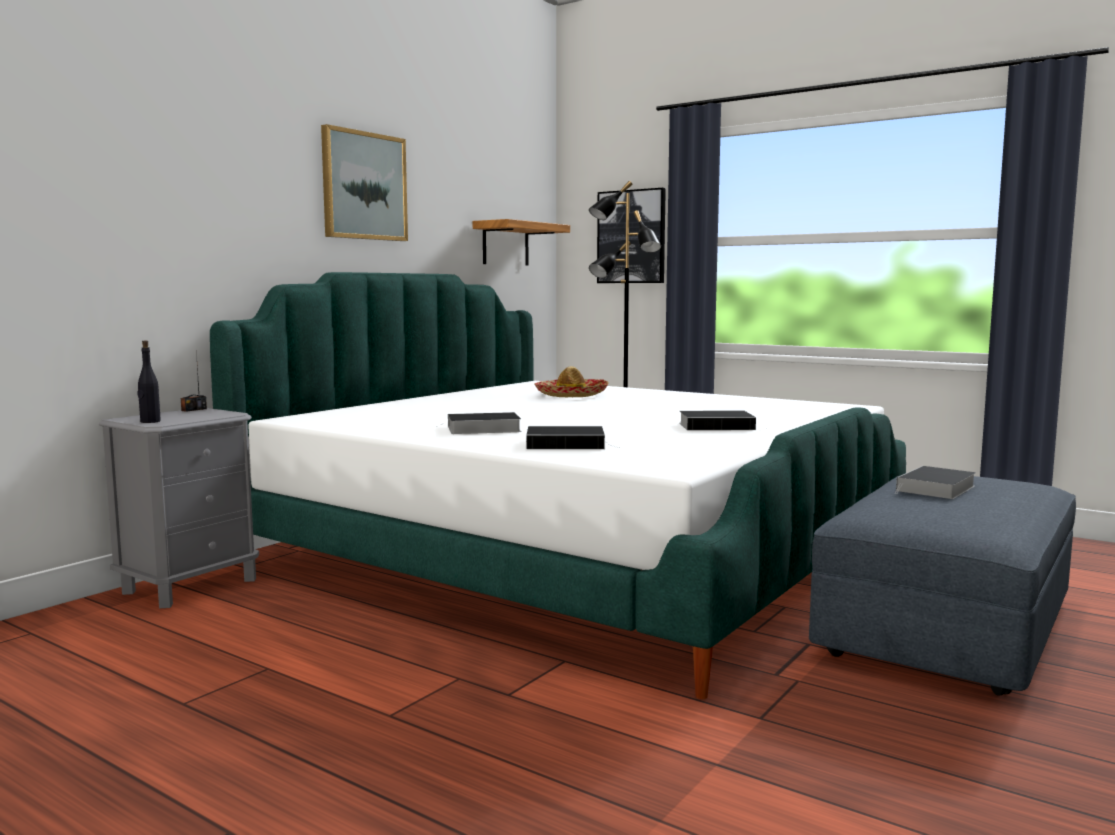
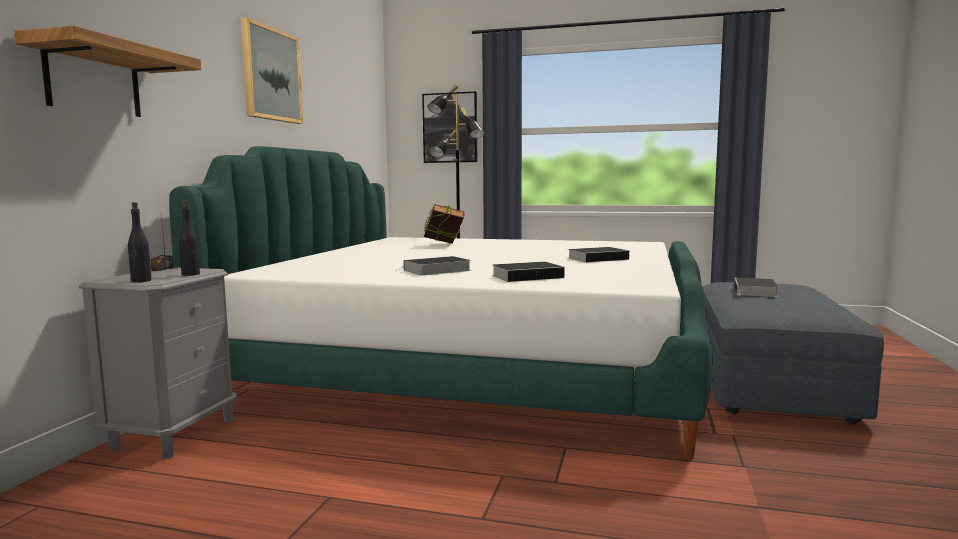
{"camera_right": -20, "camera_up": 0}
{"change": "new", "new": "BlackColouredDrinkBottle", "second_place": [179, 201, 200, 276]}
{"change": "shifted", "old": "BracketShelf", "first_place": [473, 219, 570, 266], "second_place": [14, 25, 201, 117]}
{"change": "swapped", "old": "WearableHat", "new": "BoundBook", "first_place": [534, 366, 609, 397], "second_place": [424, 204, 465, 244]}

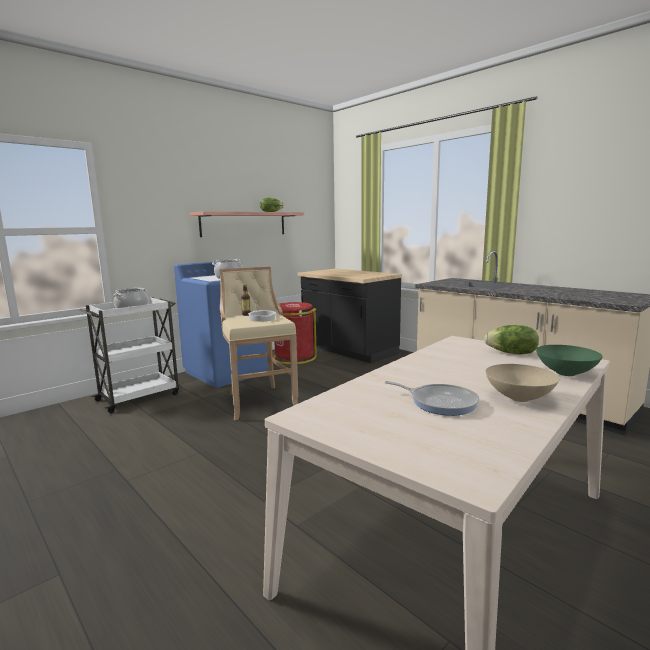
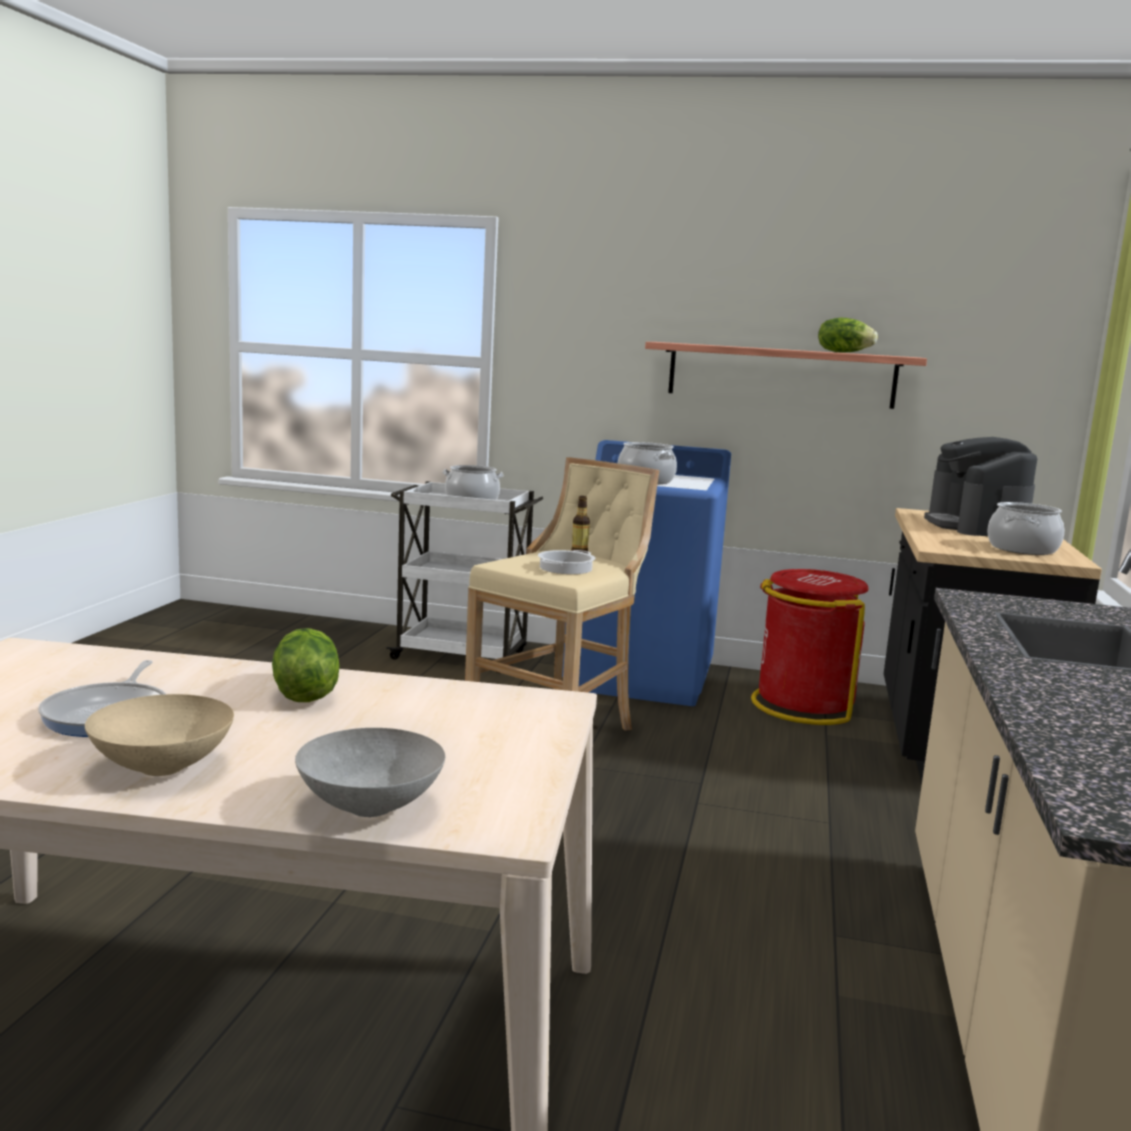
{"camera_right": 55, "camera_up": 0}
{"change": "new", "new": "CoffeeMaker", "second_place": [924, 437, 1037, 536]}
{"change": "new", "new": "Stockpot", "second_place": [987, 502, 1064, 555]}
{"change": "shifted", "old": "HeadOfLettuce", "first_place": [484, 325, 539, 355], "second_place": [272, 628, 340, 702]}
{"change": "repainted", "old": "GreenServingBowl", "new": "GreyishServingBowl", "first_place": [536, 345, 603, 376], "second_place": [295, 728, 445, 817]}

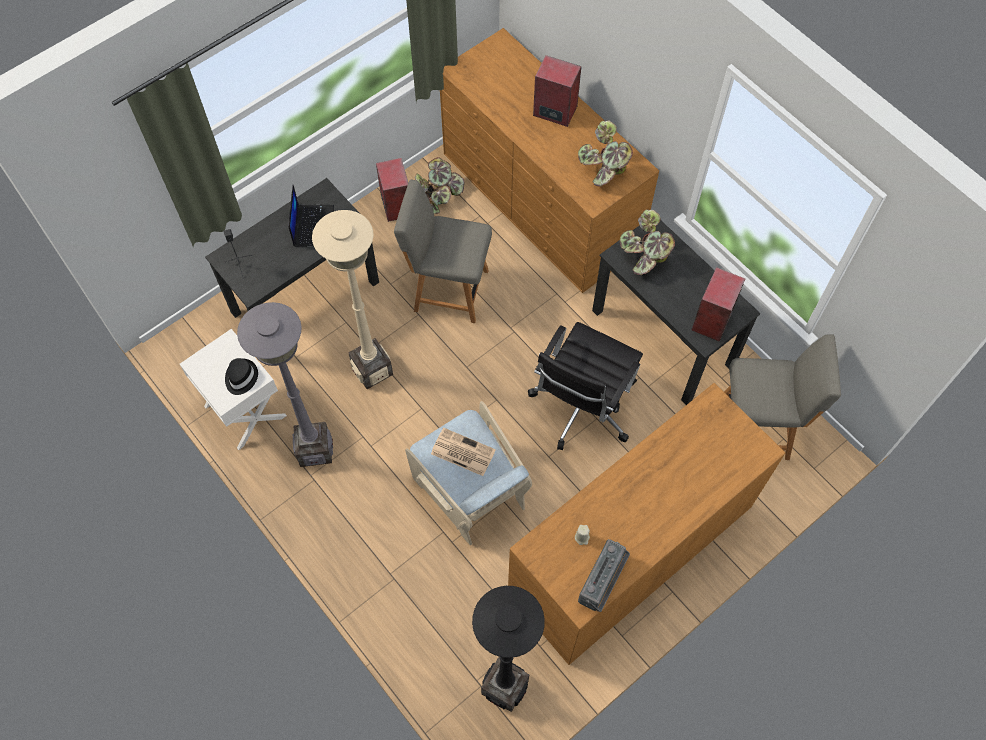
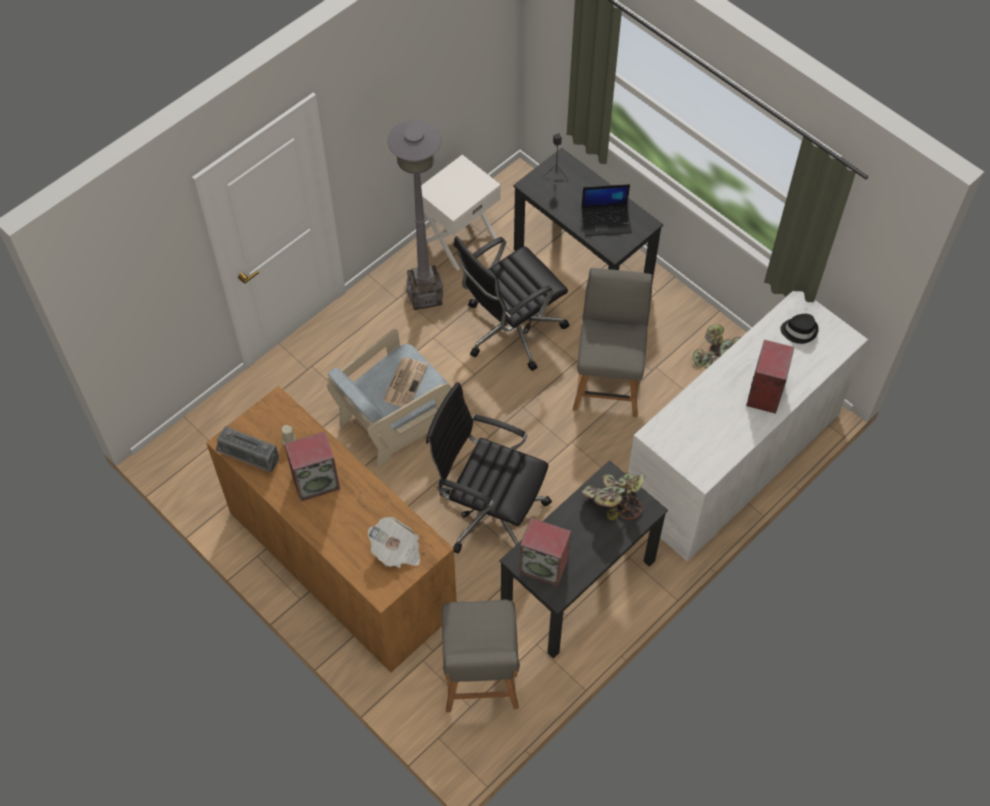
{"camera_right": 85, "camera_up": -5}
{"change": "gone", "old": "BlackColouredStandingLamp", "first_place": [472, 586, 545, 712]}
{"change": "gone", "old": "PottedPlant", "first_place": [578, 120, 633, 187]}
{"change": "new", "new": "PrintedPaper", "second_place": [368, 517, 420, 568]}
{"change": "shifted", "old": "BlackColouredWearableHat", "first_place": [225, 358, 258, 395], "second_place": [780, 314, 819, 344]}
{"change": "shifted", "old": "AudioSpeaker", "first_place": [376, 158, 408, 222], "second_place": [284, 431, 340, 501]}
{"change": "swapped", "old": "BeigeColouredStandingLamp", "new": "BlackColouredDeskChair", "first_place": [312, 210, 393, 389], "second_place": [454, 236, 569, 371]}
{"change": "repainted", "old": "BrownishChestOfDrawers", "new": "WhitishChestOfDrawers", "first_place": [440, 28, 659, 293], "second_place": [627, 291, 868, 561]}

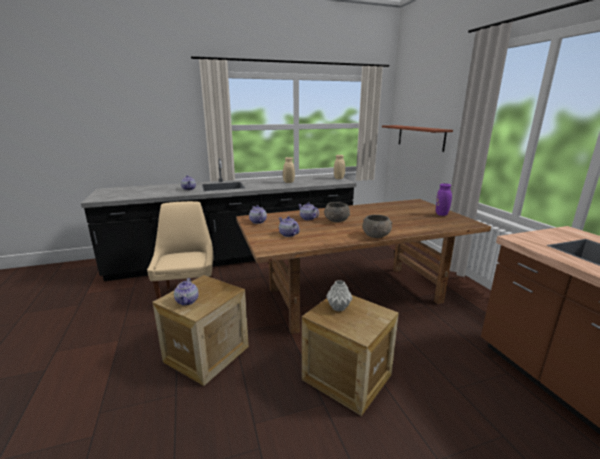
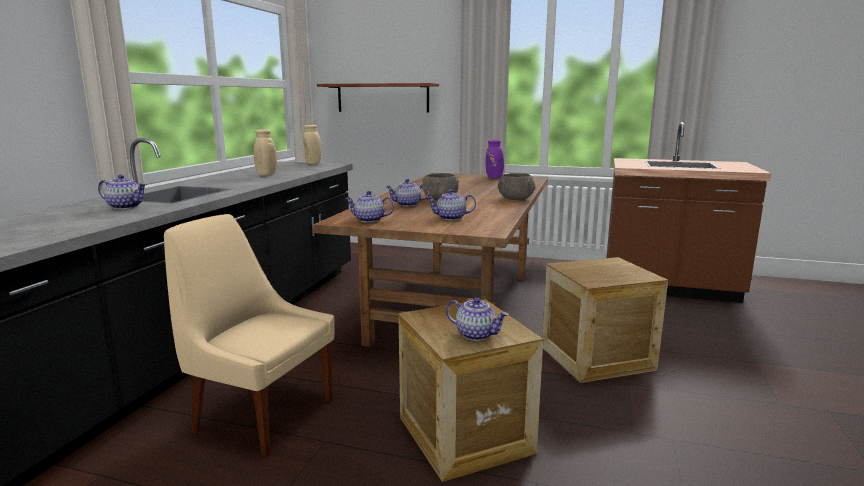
{"camera_right": -55, "camera_up": -5}
{"change": "gone", "old": "GreyishFlowerVase", "first_place": [326, 280, 353, 312]}

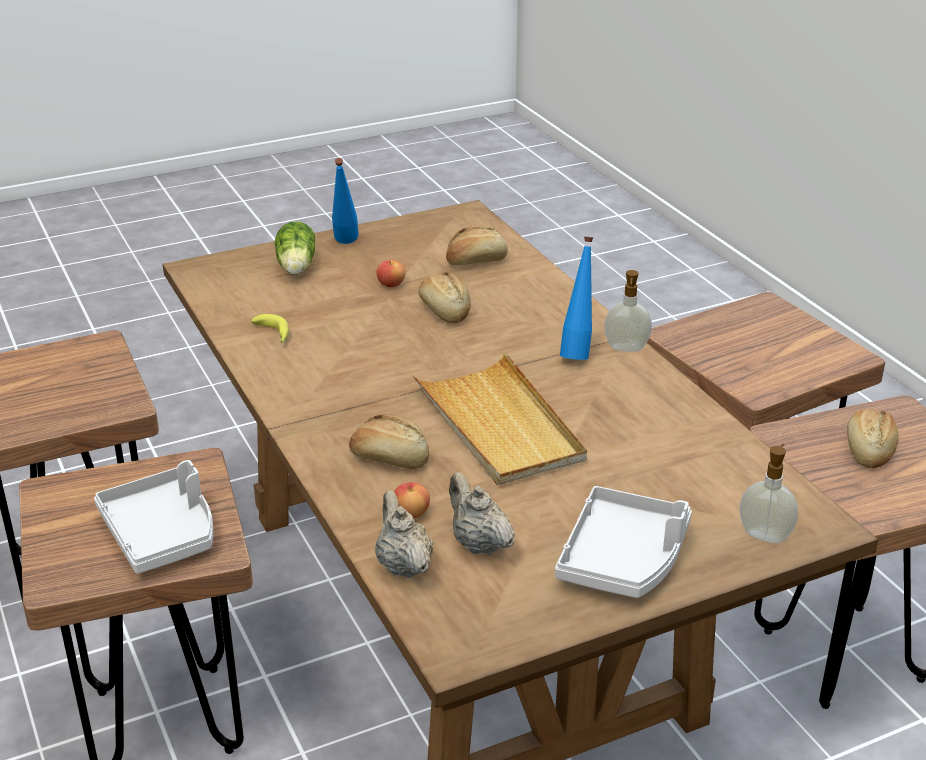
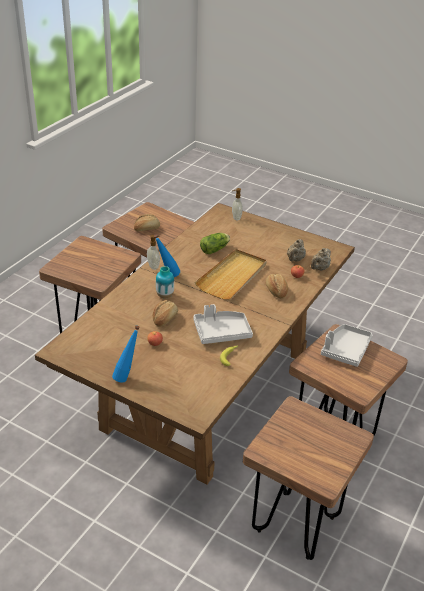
{"camera_right": -125, "camera_up": 5}
{"change": "gone", "old": "BakedBread", "first_place": [446, 225, 508, 266]}
{"change": "new", "new": "FlowerVase", "second_place": [156, 266, 174, 298]}
{"change": "shifted", "old": "HeadOfLettuce", "first_place": [275, 222, 315, 275], "second_place": [200, 233, 230, 254]}
{"change": "shifted", "old": "GreyishCarryingTray", "first_place": [555, 486, 692, 598], "second_place": [193, 304, 253, 344]}

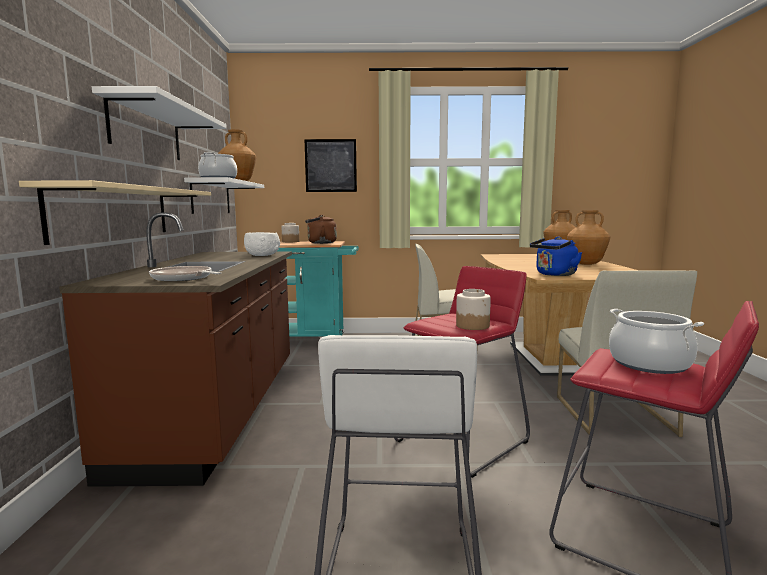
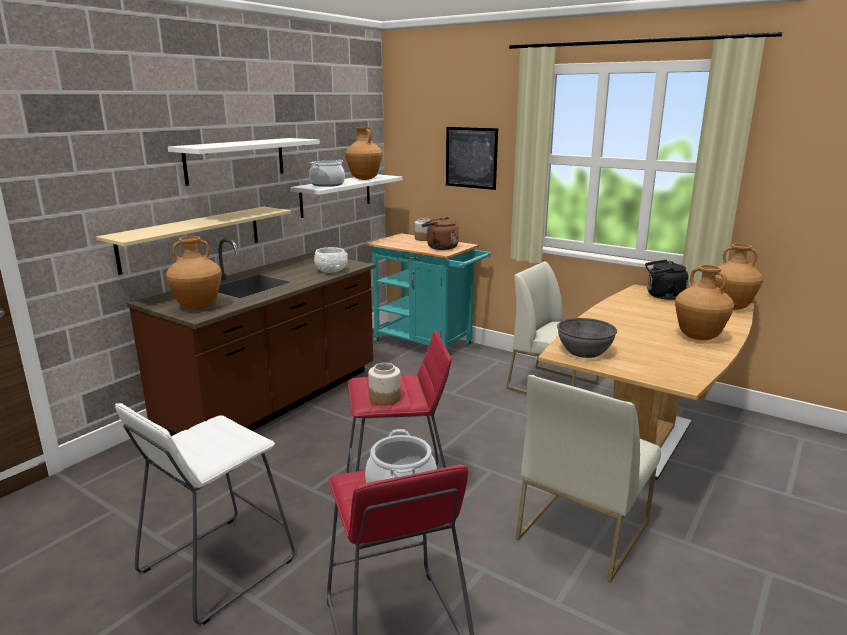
{"camera_right": 35, "camera_up": 10}
{"change": "new", "new": "BlackColouredWaterKettle", "second_place": [645, 260, 688, 300]}
{"change": "swapped", "old": "Skillet", "new": "BrownishFlowerVase", "first_place": [149, 266, 221, 281], "second_place": [166, 236, 222, 310]}
{"change": "swapped", "old": "BlueWaterKettle", "new": "GreyishServingBowl", "first_place": [530, 237, 582, 276], "second_place": [557, 318, 617, 358]}

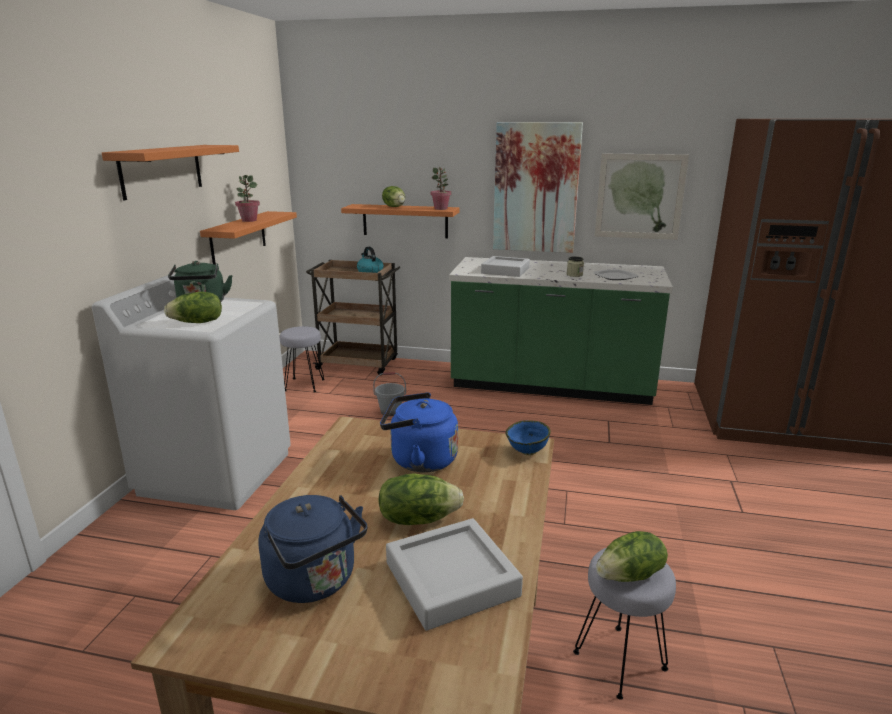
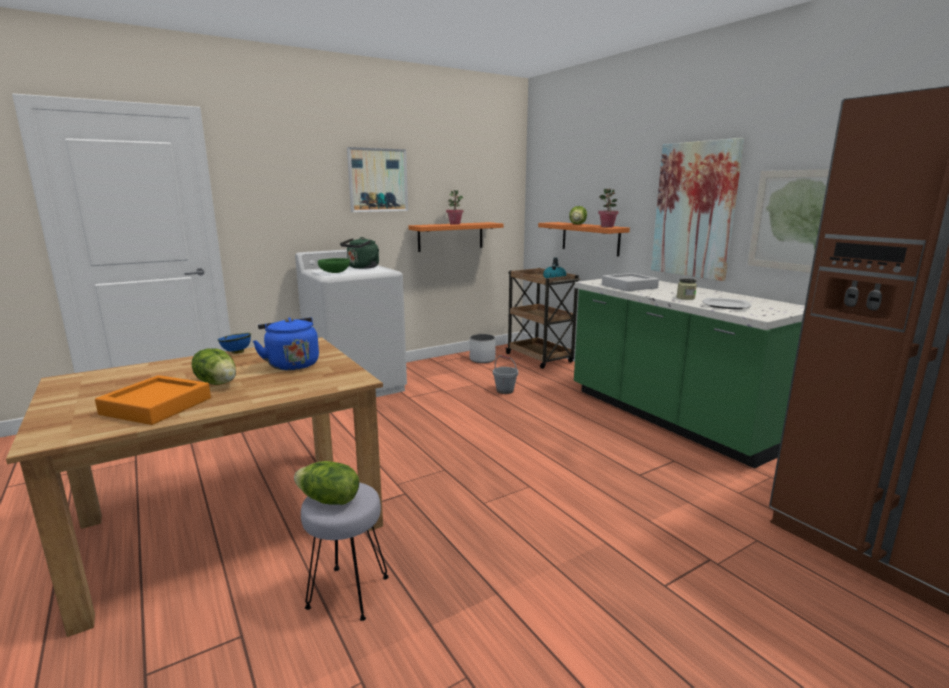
{"camera_right": 45, "camera_up": -5}
{"change": "gone", "old": "BlueWaterKettle", "first_place": [258, 495, 368, 603]}
{"change": "shifted", "old": "BlueServingBowl", "first_place": [506, 420, 551, 455], "second_place": [218, 333, 251, 354]}
{"change": "swapped", "old": "OrangeColouredBracketShelf", "new": "Picture", "first_place": [102, 145, 239, 200], "second_place": [347, 147, 408, 212]}
{"change": "swapped", "old": "HeadOfLettuce", "new": "GreenServingBowl", "first_place": [164, 291, 222, 323], "second_place": [318, 258, 350, 273]}
{"change": "swapped", "old": "GreyishSittingStool", "new": "WhitishFlowerPot", "first_place": [280, 326, 325, 392], "second_place": [470, 334, 496, 363]}
{"change": "repainted", "old": "GreyishCarryingTray", "new": "OrangeColouredCarryingTray", "first_place": [386, 518, 523, 631], "second_place": [95, 375, 211, 425]}

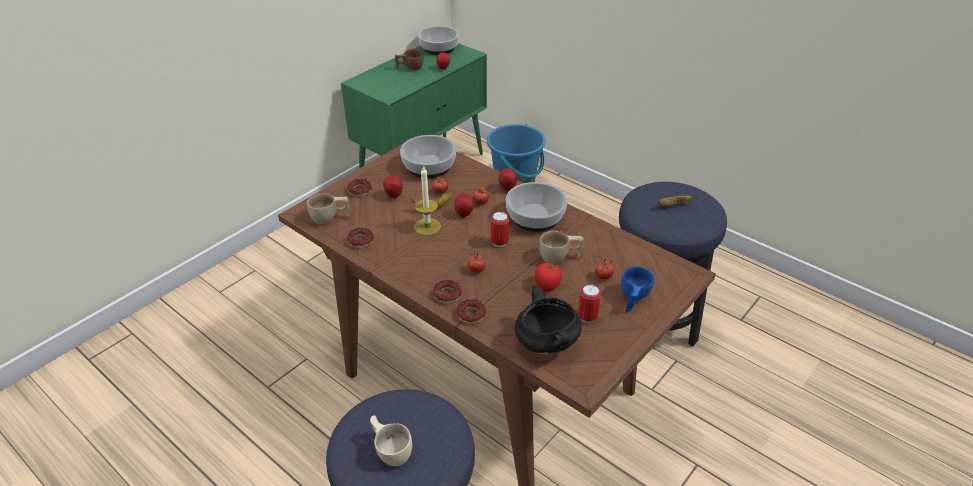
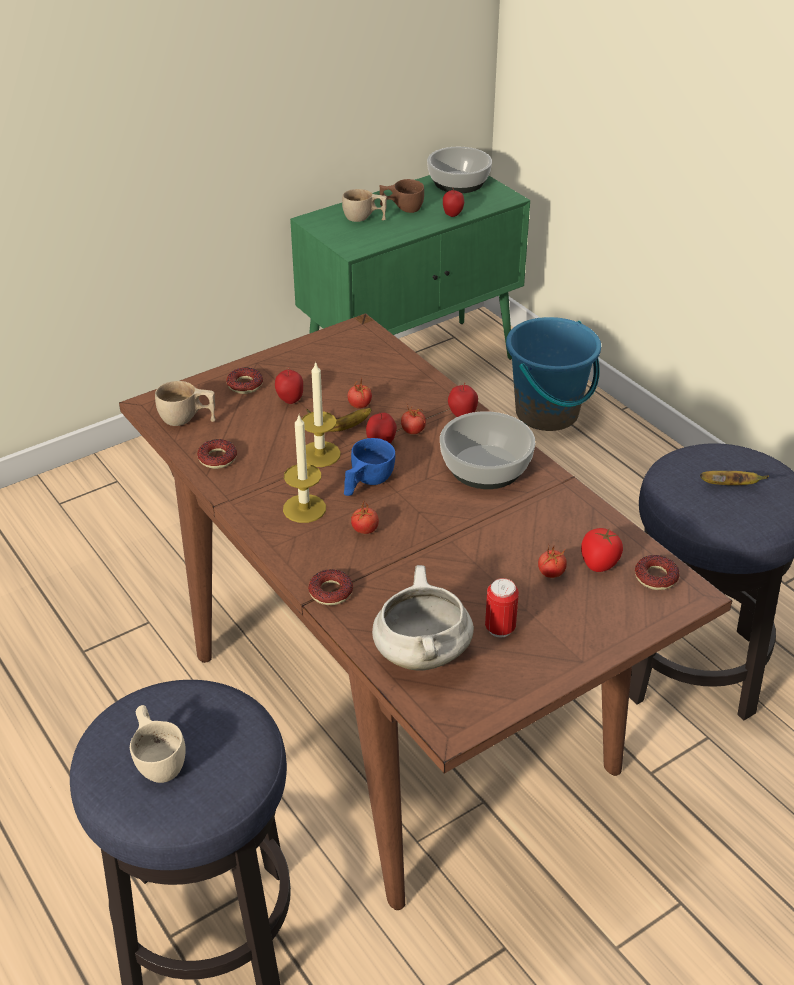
{"camera_right": 15, "camera_up": 0}
{"change": "gone", "old": "ServingBowl", "first_place": [400, 135, 456, 179]}
{"change": "gone", "old": "MetalCan", "first_place": [491, 212, 509, 247]}
{"change": "new", "new": "Candle", "second_place": [283, 415, 326, 523]}
{"change": "shifted", "old": "Donut", "first_place": [433, 280, 462, 303], "second_place": [635, 555, 680, 590]}
{"change": "shifted", "old": "Tomato", "first_place": [535, 263, 562, 292], "second_place": [581, 528, 623, 572]}
{"change": "shifted", "old": "BeigeColouredCup", "first_place": [539, 231, 583, 264], "second_place": [342, 189, 387, 222]}
{"change": "shifted", "old": "BlueCup", "first_place": [621, 266, 655, 312], "second_place": [344, 438, 395, 496]}
{"change": "repainted", "old": "BlackColouredStockpot", "new": "WhitishStockpot", "first_place": [515, 286, 582, 355], "second_place": [372, 565, 474, 671]}

